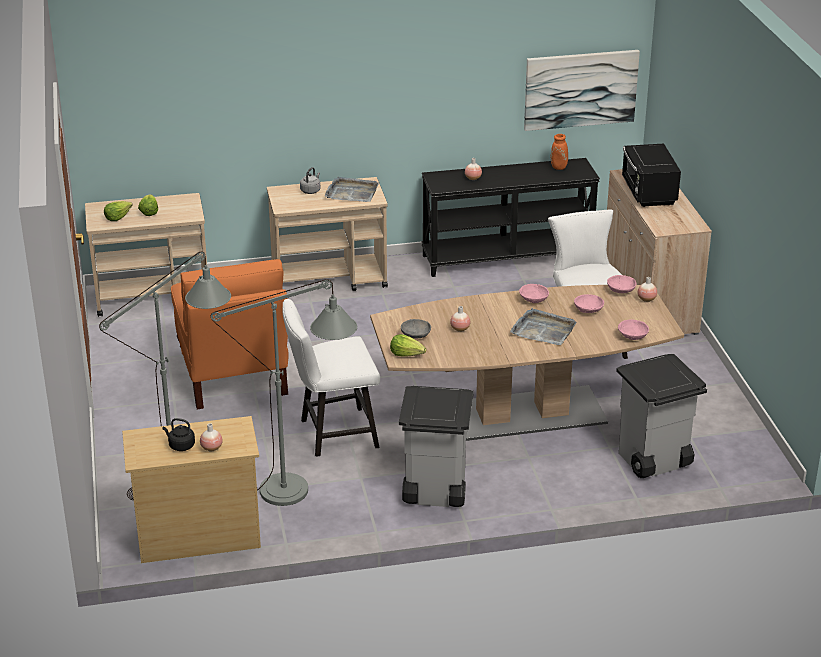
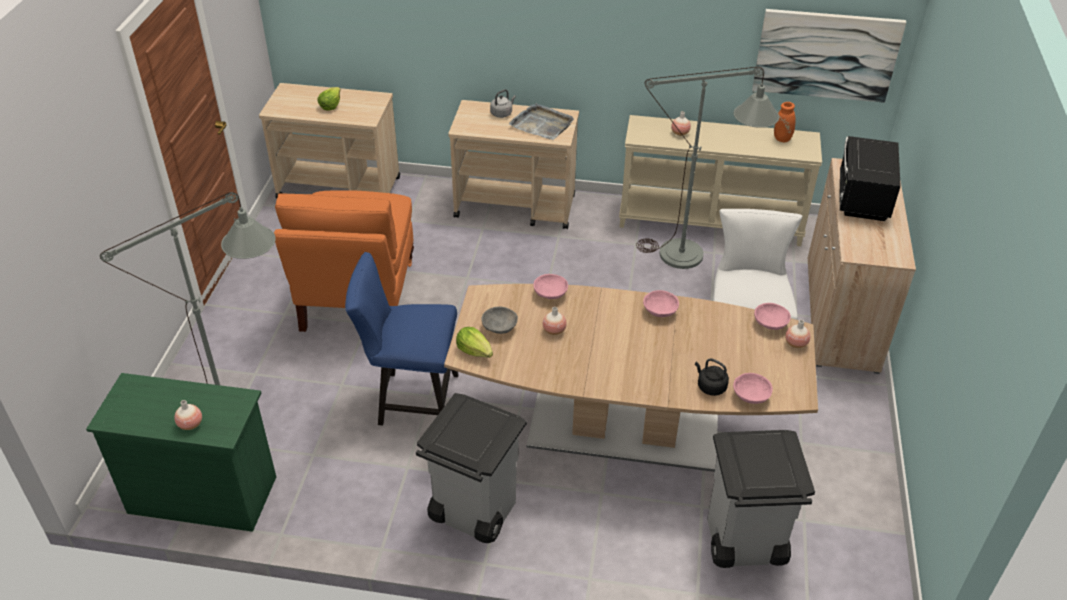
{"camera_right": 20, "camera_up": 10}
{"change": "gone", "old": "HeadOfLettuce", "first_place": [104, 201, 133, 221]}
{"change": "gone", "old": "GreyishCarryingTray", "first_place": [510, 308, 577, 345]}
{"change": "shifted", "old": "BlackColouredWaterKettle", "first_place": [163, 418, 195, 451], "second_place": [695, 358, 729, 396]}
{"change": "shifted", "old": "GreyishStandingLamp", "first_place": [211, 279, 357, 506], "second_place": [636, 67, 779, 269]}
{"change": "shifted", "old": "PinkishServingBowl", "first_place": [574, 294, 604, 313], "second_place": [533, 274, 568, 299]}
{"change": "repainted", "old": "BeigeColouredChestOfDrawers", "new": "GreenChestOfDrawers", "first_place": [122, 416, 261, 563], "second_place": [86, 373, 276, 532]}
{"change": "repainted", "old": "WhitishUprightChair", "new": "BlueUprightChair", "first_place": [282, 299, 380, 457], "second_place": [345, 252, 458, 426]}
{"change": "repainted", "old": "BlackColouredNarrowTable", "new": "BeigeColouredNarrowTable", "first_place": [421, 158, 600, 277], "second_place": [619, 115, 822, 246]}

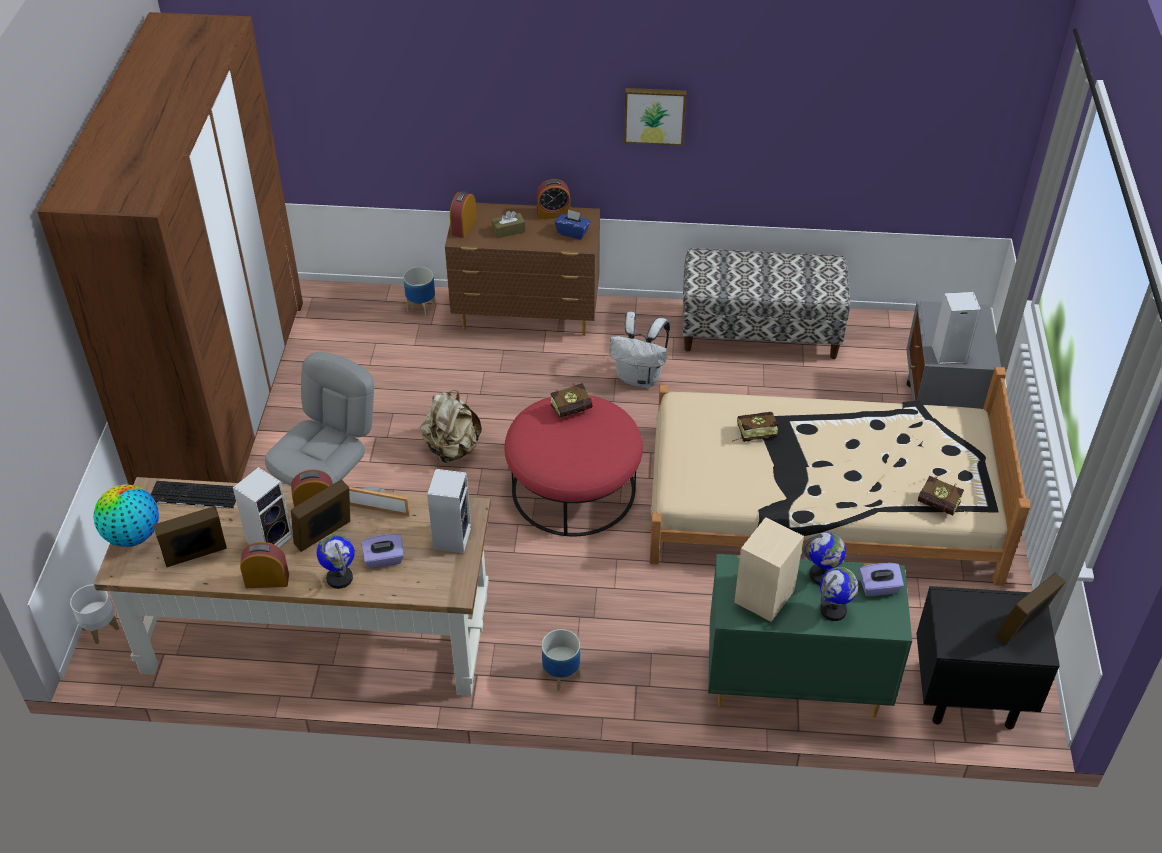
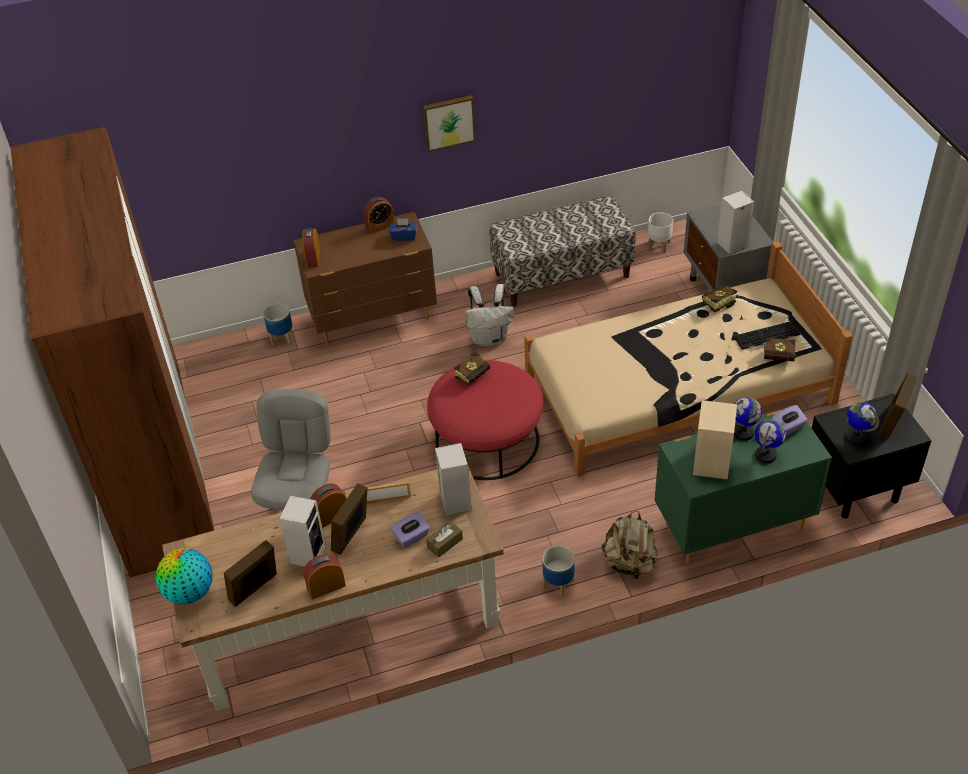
{"camera_right": -20, "camera_up": 0}
{"change": "shifted", "old": "WhitishFlowerPot", "first_place": [70, 584, 119, 644], "second_place": [648, 212, 673, 253]}
{"change": "shifted", "old": "ComputerKeyboard", "first_place": [151, 481, 236, 509], "second_place": [733, 321, 800, 350]}
{"change": "shifted", "old": "Globe", "first_place": [317, 534, 355, 589], "second_place": [846, 402, 879, 445]}
{"change": "shifted", "old": "BeigeColouredKnapsack", "first_place": [420, 390, 482, 463], "second_place": [601, 511, 658, 581]}
{"change": "shifted", "old": "BrownishBoxOfTissues", "first_place": [492, 211, 525, 239], "second_place": [426, 521, 463, 558]}
{"change": "shifted", "old": "BoundBook", "first_place": [732, 412, 779, 442], "second_place": [702, 284, 737, 315]}

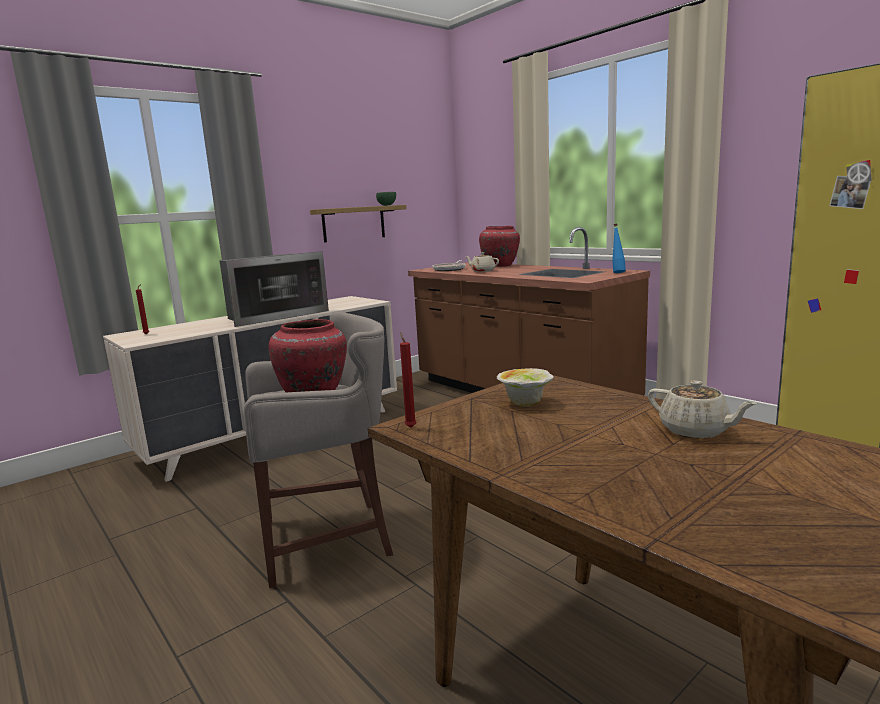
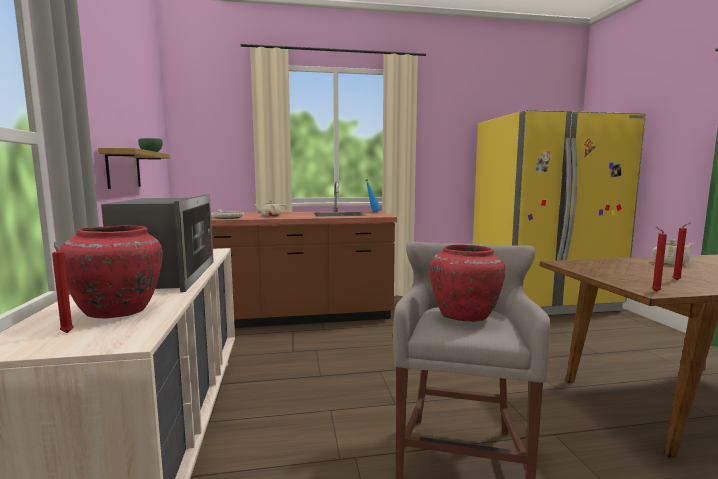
{"camera_right": -60, "camera_up": -5}
{"change": "gone", "old": "ServingBowl", "first_place": [497, 368, 554, 406]}
{"change": "new", "new": "RedCandle", "second_place": [673, 222, 692, 280]}
{"change": "shifted", "old": "RedFlowerVase", "first_place": [479, 226, 520, 267], "second_place": [60, 225, 163, 318]}

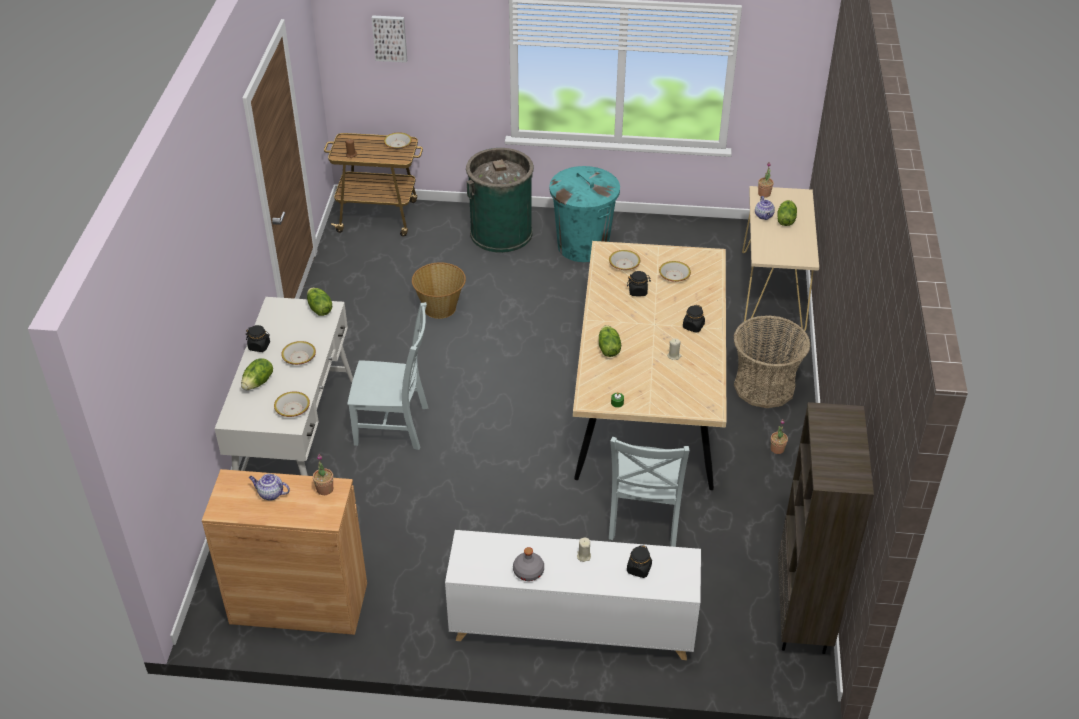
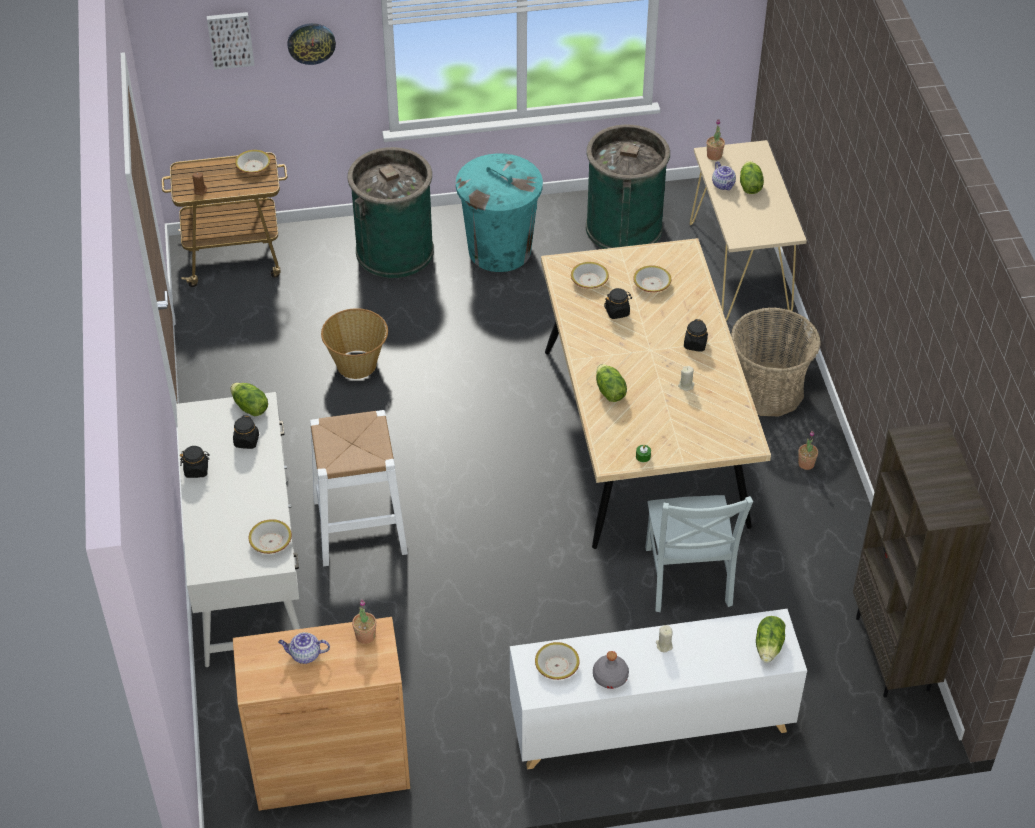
{"camera_right": -15, "camera_up": 5}
{"change": "new", "new": "HangingClock", "second_place": [288, 23, 336, 65]}
{"change": "new", "new": "GreenTrashCan", "second_place": [586, 124, 670, 249]}
{"change": "shifted", "old": "HeadOfLettuce", "first_place": [241, 359, 273, 390], "second_place": [756, 616, 786, 663]}
{"change": "shifted", "old": "ServingBowl", "first_place": [281, 341, 316, 365], "second_place": [535, 642, 580, 680]}
{"change": "shifted", "old": "BlackColouredJar", "first_place": [627, 545, 652, 578], "second_place": [233, 415, 259, 449]}
{"change": "swapped", "old": "GreyishUprightChair", "new": "WhitishSittingStool", "first_place": [347, 302, 428, 450], "second_place": [310, 410, 408, 566]}

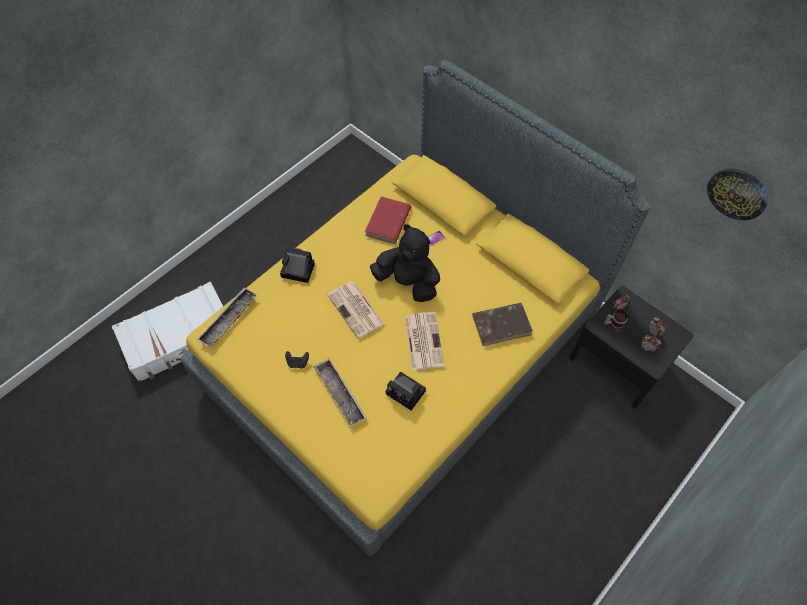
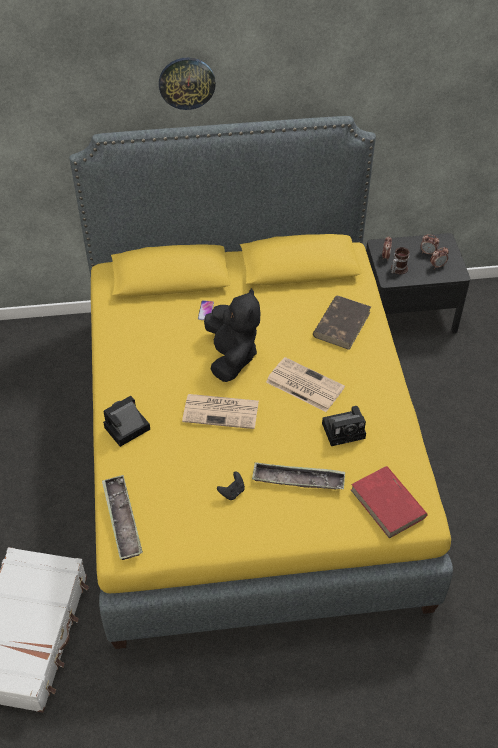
{"camera_right": -50, "camera_up": -10}
{"change": "shifted", "old": "RedBoundBook", "first_place": [365, 196, 411, 244], "second_place": [351, 466, 428, 539]}
{"change": "shifted", "old": "HangingClock", "first_place": [707, 169, 768, 220], "second_place": [159, 57, 216, 110]}
{"change": "rotated", "old": "BlackColouredSoftToy", "first_place": [370, 224, 440, 302], "second_place": [204, 288, 260, 382], "degrees": 105}

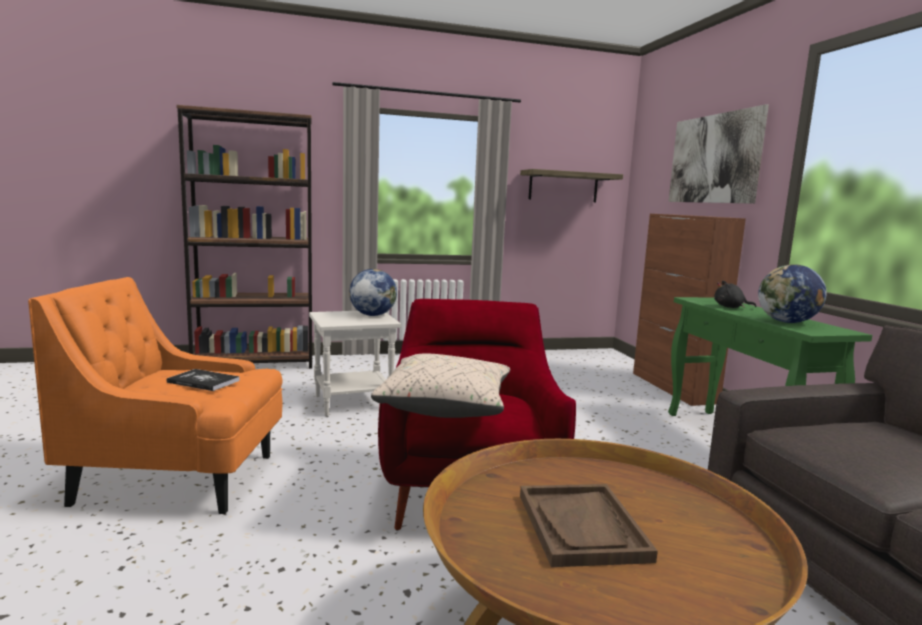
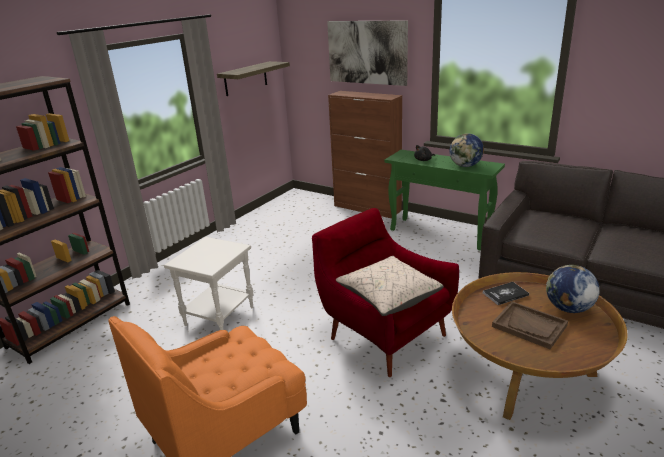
{"camera_right": -40, "camera_up": 15}
{"change": "shifted", "old": "BoundBook", "first_place": [167, 369, 240, 391], "second_place": [483, 282, 529, 305]}
{"change": "shifted", "old": "Globe", "first_place": [349, 269, 397, 316], "second_place": [546, 265, 600, 313]}

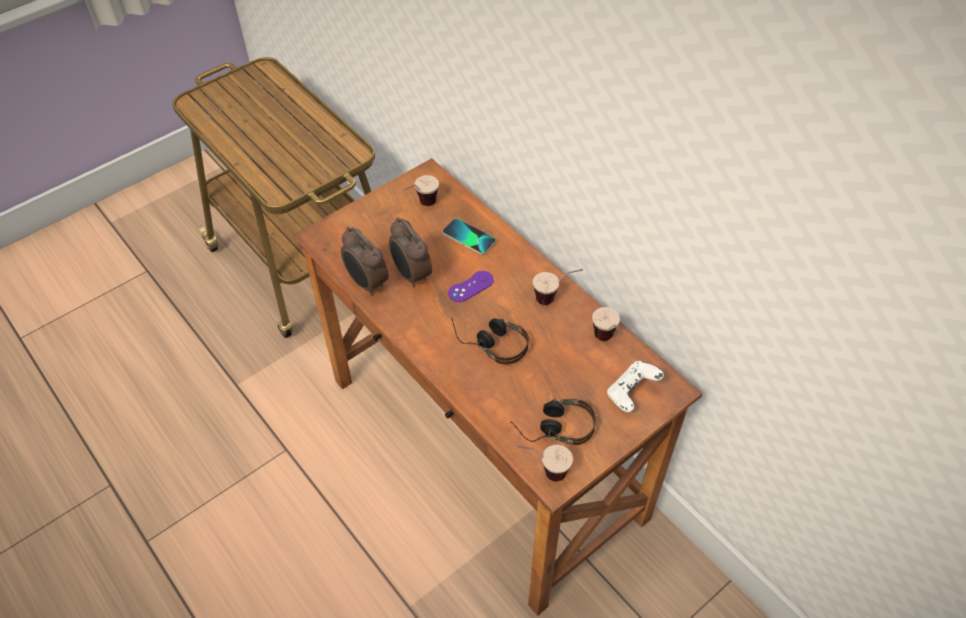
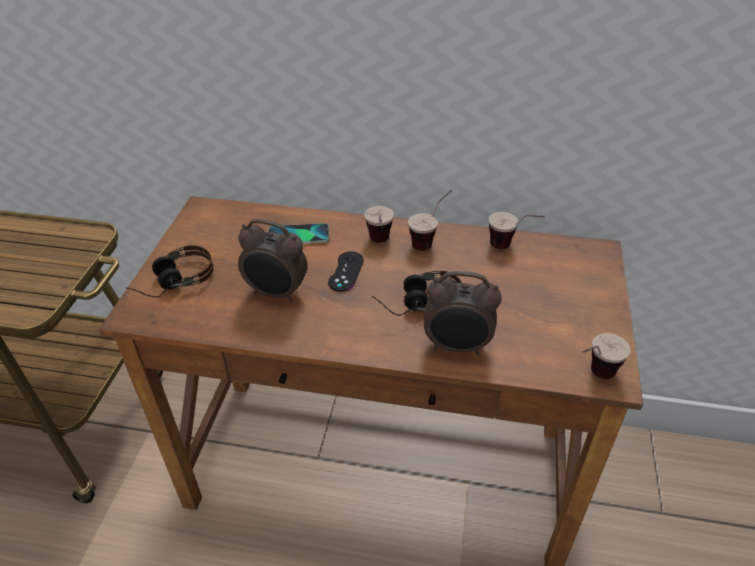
{"camera_right": -40, "camera_up": -10}
{"change": "gone", "old": "WhitishGameController", "first_place": [607, 361, 664, 412]}
{"change": "shifted", "old": "AlarmClock", "first_place": [341, 227, 389, 296], "second_place": [424, 271, 502, 355]}
{"change": "shifted", "old": "Cup", "first_place": [404, 175, 439, 206], "second_place": [364, 206, 394, 243]}
{"change": "shifted", "old": "Headset", "first_place": [510, 399, 596, 445], "second_place": [125, 245, 214, 297]}
{"change": "repainted", "old": "PurpleColouredGameController", "new": "BlackColouredGameController", "first_place": [448, 271, 494, 302], "second_place": [328, 251, 364, 292]}

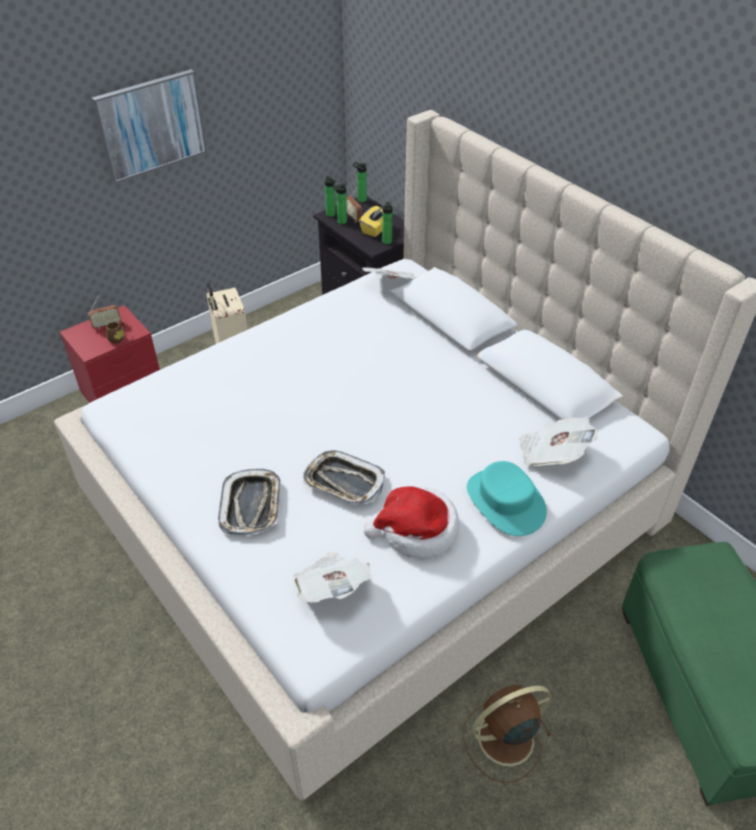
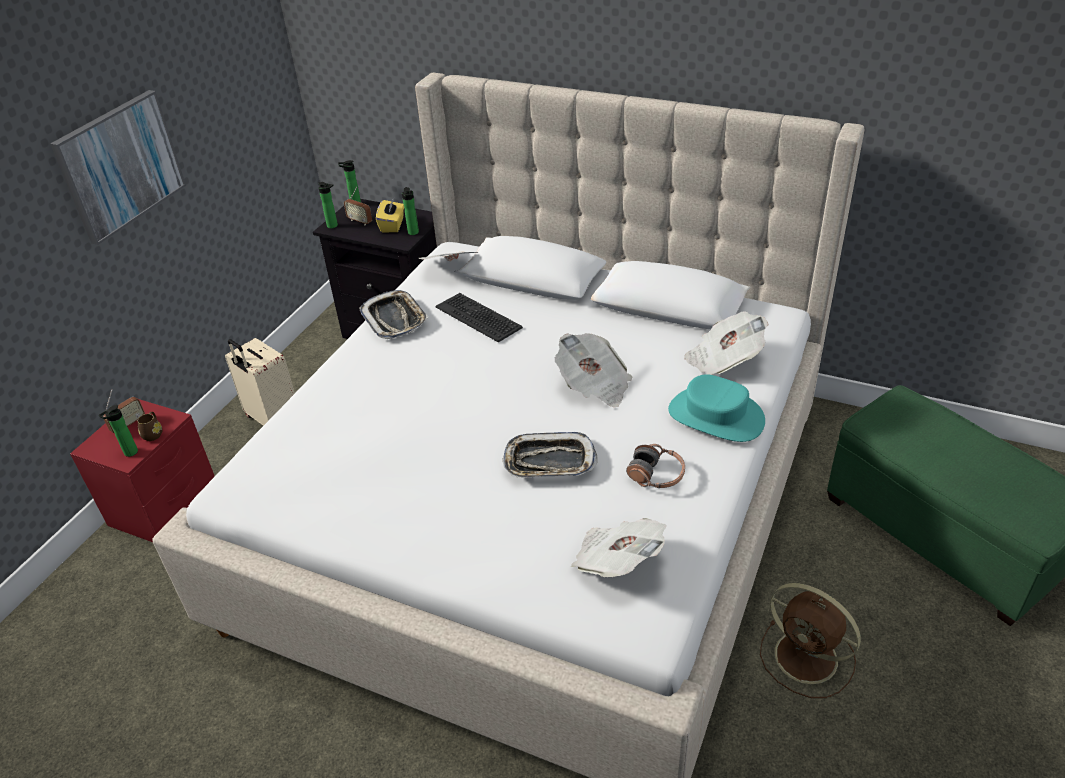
{"camera_right": -25, "camera_up": -5}
{"change": "new", "new": "ComputerKeyboard", "second_place": [436, 293, 523, 342]}
{"change": "new", "new": "PrintedPaper", "second_place": [555, 333, 632, 407]}
{"change": "shifted", "old": "CarryingTray", "first_place": [218, 469, 280, 535], "second_place": [359, 290, 428, 339]}
{"change": "shifted", "old": "DrinkBottle", "first_place": [332, 183, 347, 224], "second_place": [99, 405, 138, 457]}
{"change": "swapped", "old": "WearableHat", "new": "Headset", "first_place": [364, 486, 459, 559], "second_place": [626, 444, 685, 488]}
{"change": "rotated", "old": "BrownishCoolingFan", "first_place": [463, 685, 552, 783], "second_place": [760, 583, 861, 698], "degrees": -90}

